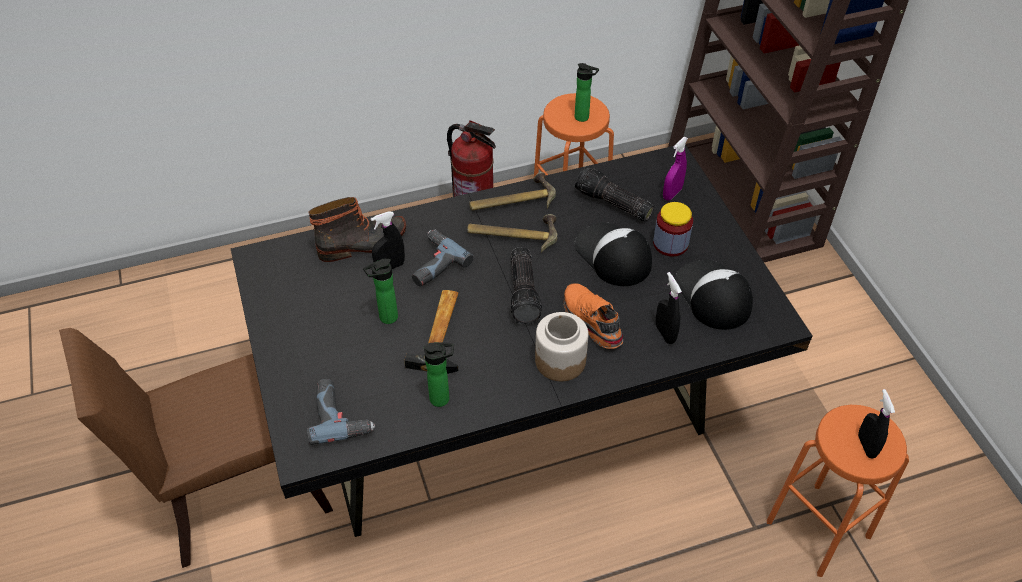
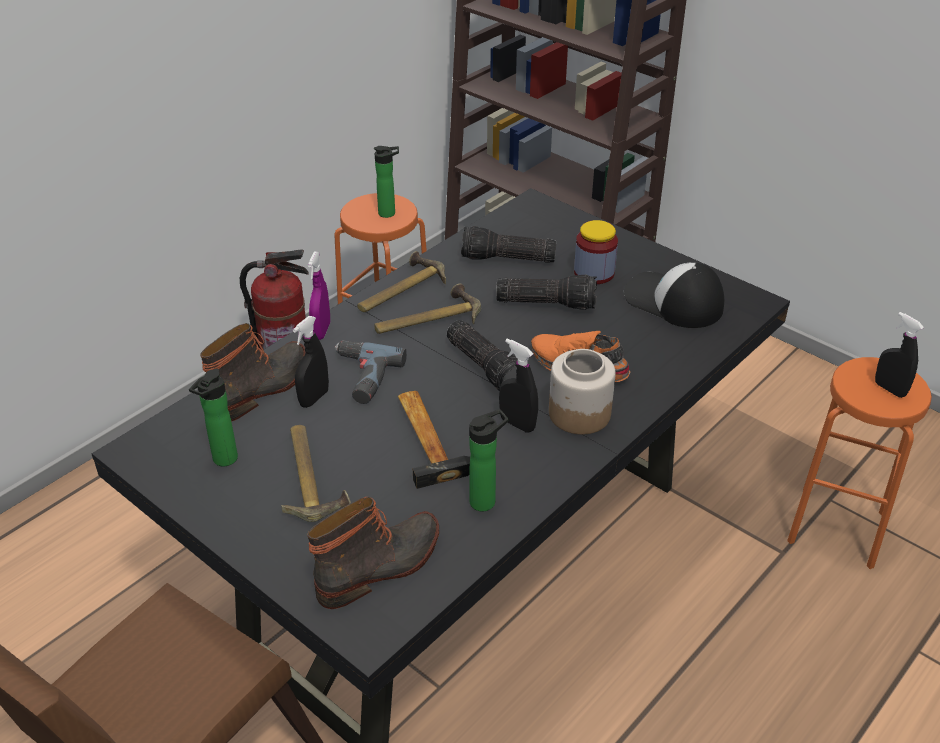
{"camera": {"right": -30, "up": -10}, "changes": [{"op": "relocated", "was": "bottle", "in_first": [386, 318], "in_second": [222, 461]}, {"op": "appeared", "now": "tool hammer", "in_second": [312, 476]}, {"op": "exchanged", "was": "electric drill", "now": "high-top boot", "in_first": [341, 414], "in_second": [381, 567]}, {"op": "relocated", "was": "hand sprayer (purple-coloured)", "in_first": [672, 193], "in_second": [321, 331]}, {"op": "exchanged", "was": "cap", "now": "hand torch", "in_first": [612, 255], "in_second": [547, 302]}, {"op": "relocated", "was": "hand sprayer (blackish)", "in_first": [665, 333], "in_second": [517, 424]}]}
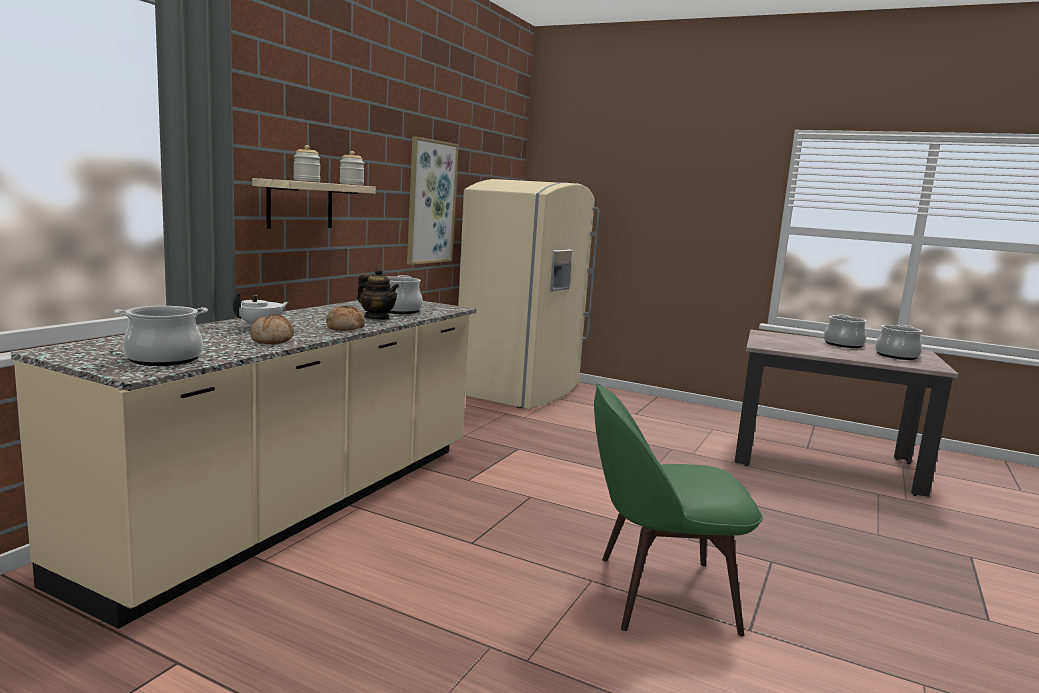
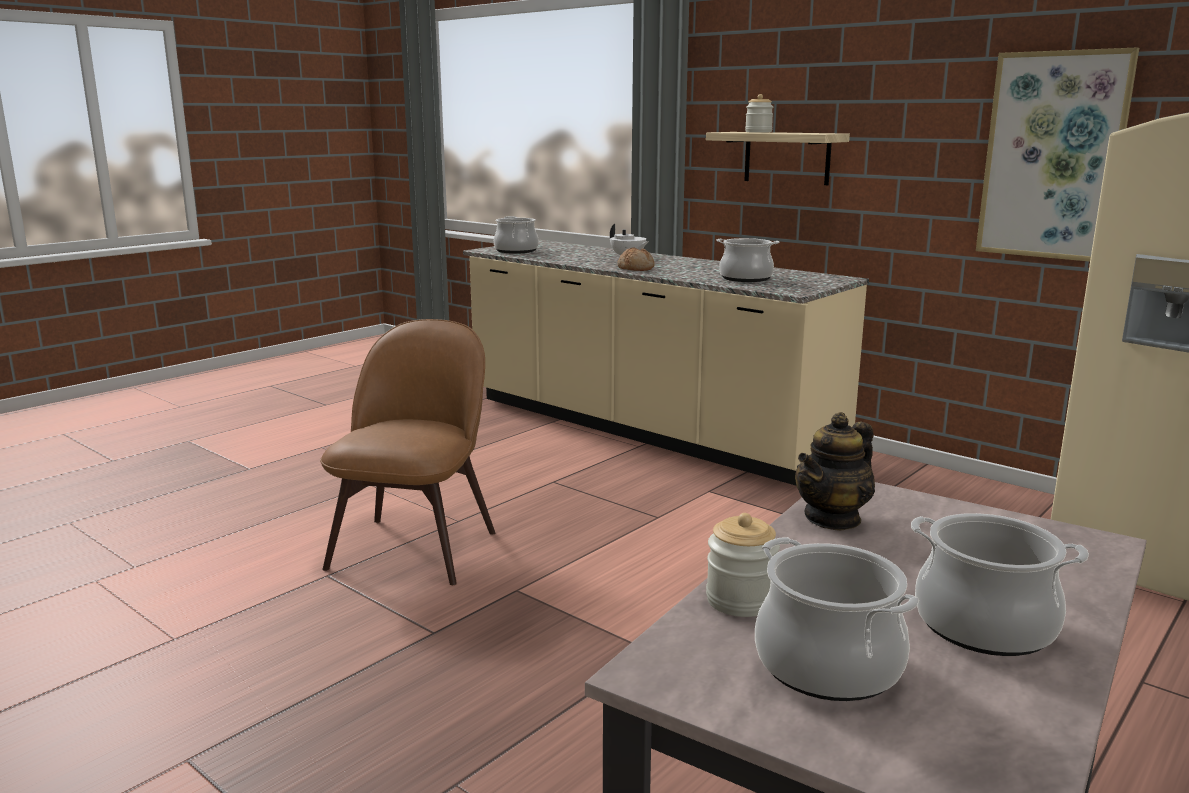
{"camera": {"right": 105, "up": 5}, "changes": [{"op": "colour", "was": "upright chair (green-coloured)", "now": "upright chair (brown)", "in_first": [659, 593], "in_second": [416, 546]}, {"op": "relocated", "was": "storage jar", "in_first": [351, 184], "in_second": [740, 600]}, {"op": "relocated", "was": "teapot", "in_first": [377, 318], "in_second": [833, 518]}, {"op": "missing", "was": "bakery bread", "in_first": [273, 340]}]}
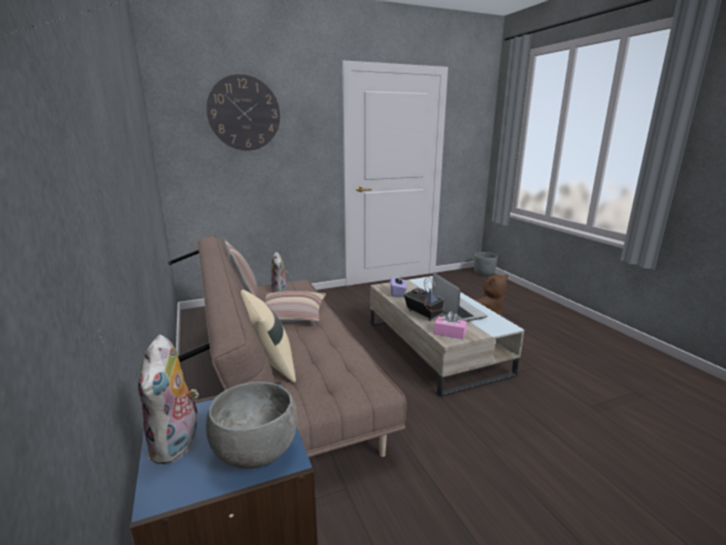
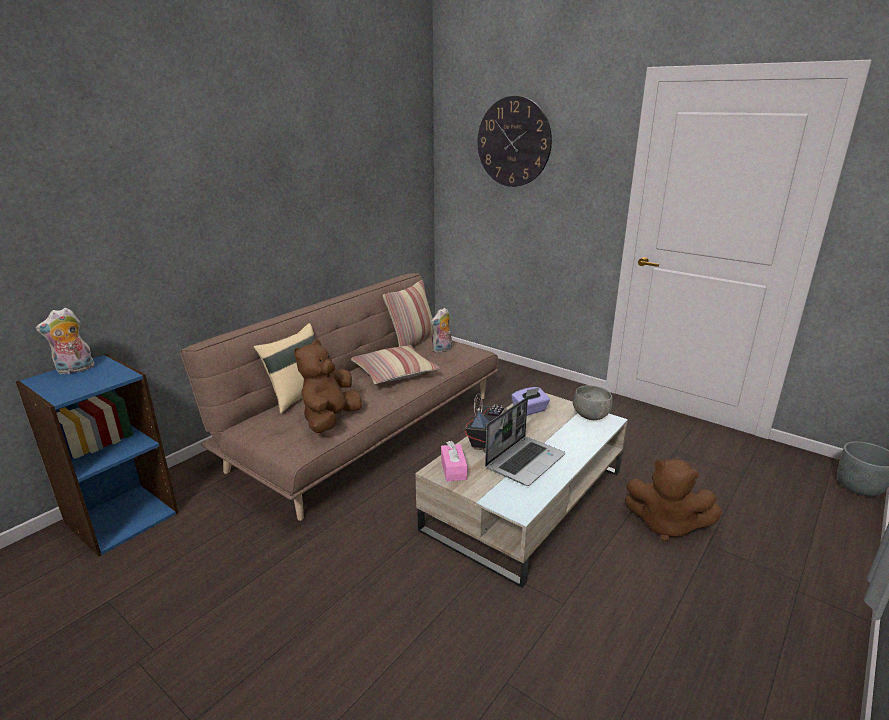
{"camera": {"right": 60, "up": 5}, "changes": [{"op": "appeared", "now": "plush toy (brown)", "in_second": [330, 420]}, {"op": "relocated", "was": "deep dish (greyish)", "in_first": [257, 453], "in_second": [591, 417]}]}
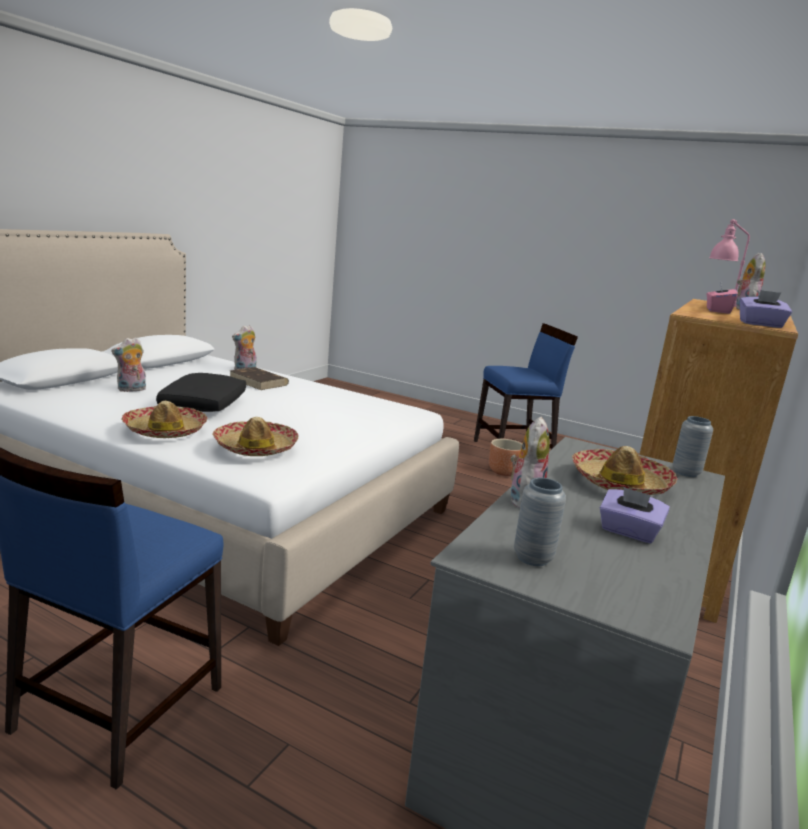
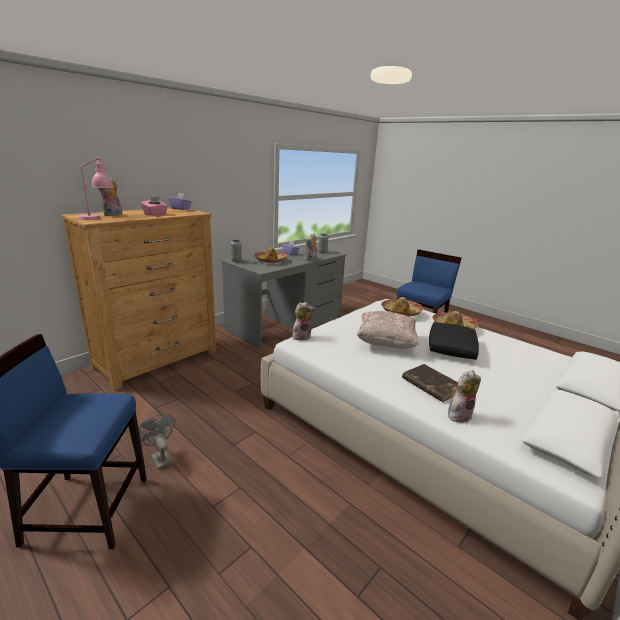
{"camera": {"right": -165, "up": 5}, "changes": [{"op": "exchanged", "was": "flower pot (brown)", "now": "fan (greyish)", "in_first": [503, 472], "in_second": [159, 458]}, {"op": "relocated", "was": "plush toy", "in_first": [131, 390], "in_second": [301, 336]}, {"op": "appeared", "now": "throw pillow (beige)", "in_second": [385, 343]}]}
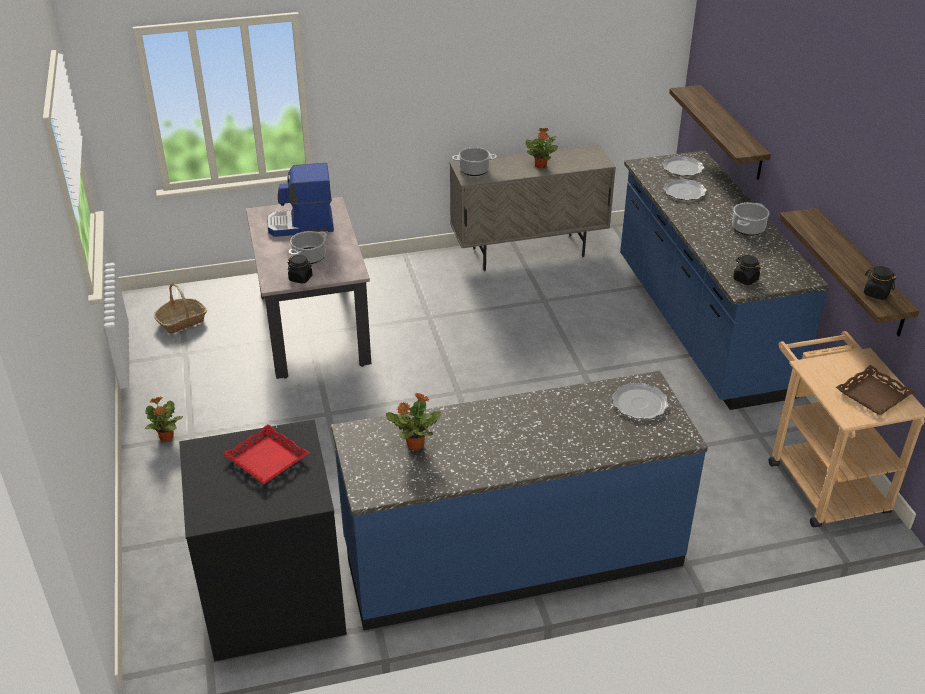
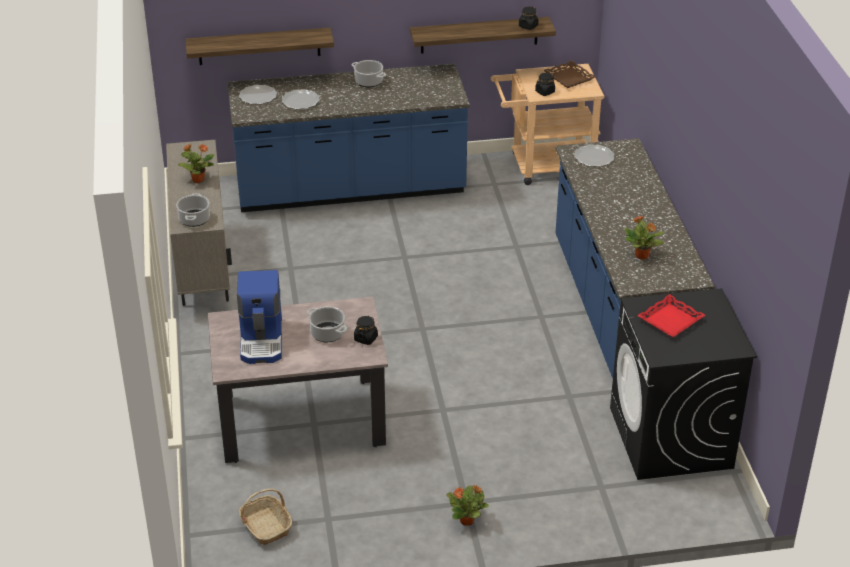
{"camera": {"right": -85, "up": 0}, "changes": [{"op": "relocated", "was": "storage jar (blackish)", "in_first": [745, 279], "in_second": [544, 92]}]}
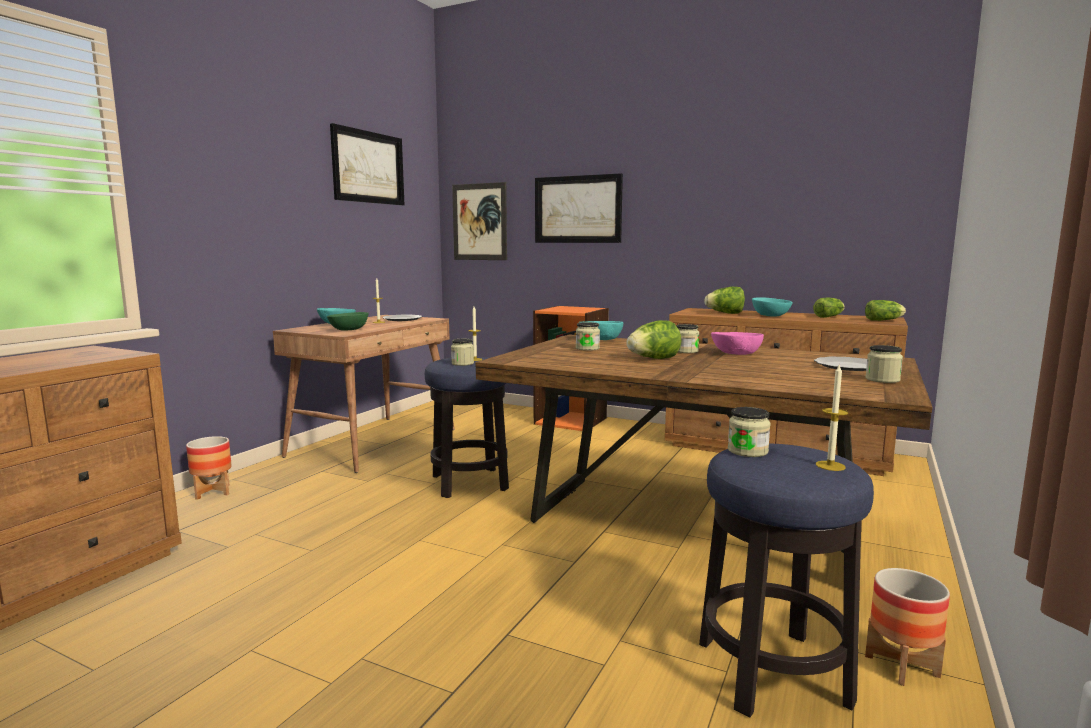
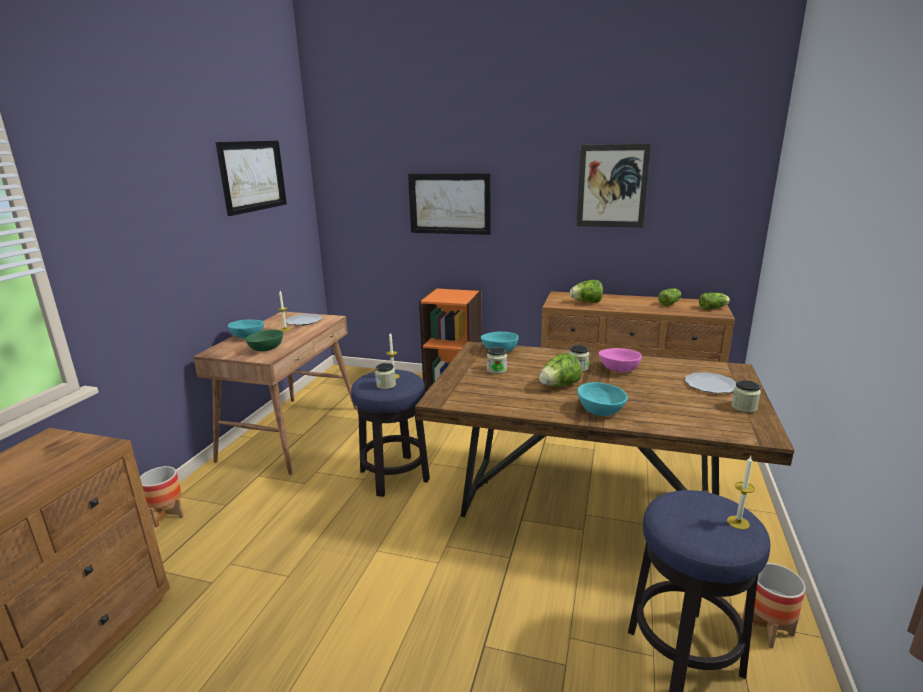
{"camera": {"right": -10, "up": 10}, "changes": [{"op": "relocated", "was": "wall picture", "in_first": [479, 222], "in_second": [612, 186]}, {"op": "relocated", "was": "deep dish (turquoise)", "in_first": [770, 315], "in_second": [600, 410]}, {"op": "missing", "was": "storage jar", "in_first": [747, 451]}]}
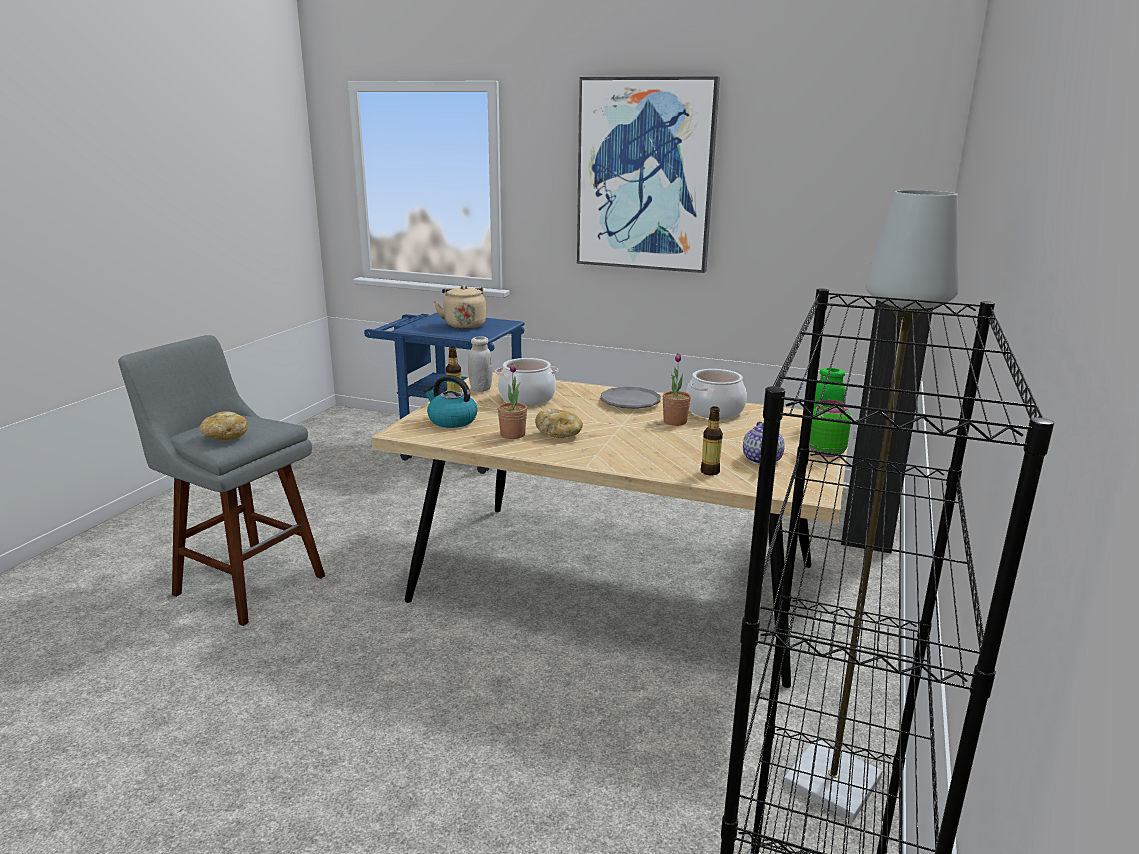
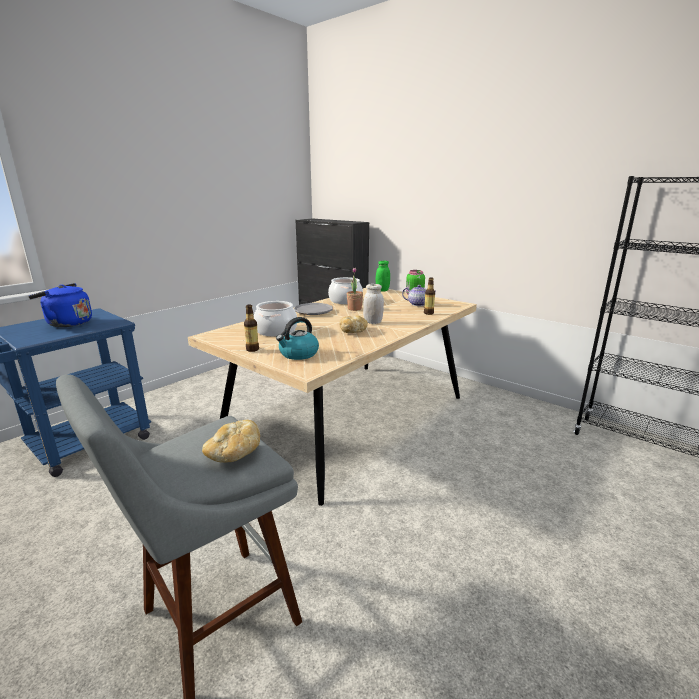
{"camera": {"right": -70, "up": 0}, "changes": [{"op": "colour", "was": "water kettle (beige)", "now": "water kettle (blue)", "in_first": [464, 325], "in_second": [67, 323]}, {"op": "relocated", "was": "storage jar (white)", "in_first": [480, 389], "in_second": [373, 322]}, {"op": "missing", "was": "plant in a pot", "in_first": [512, 434]}, {"op": "missing", "was": "wall picture", "in_first": [645, 175]}, {"op": "missing", "was": "standard lamp (greyish)", "in_first": [833, 783]}]}
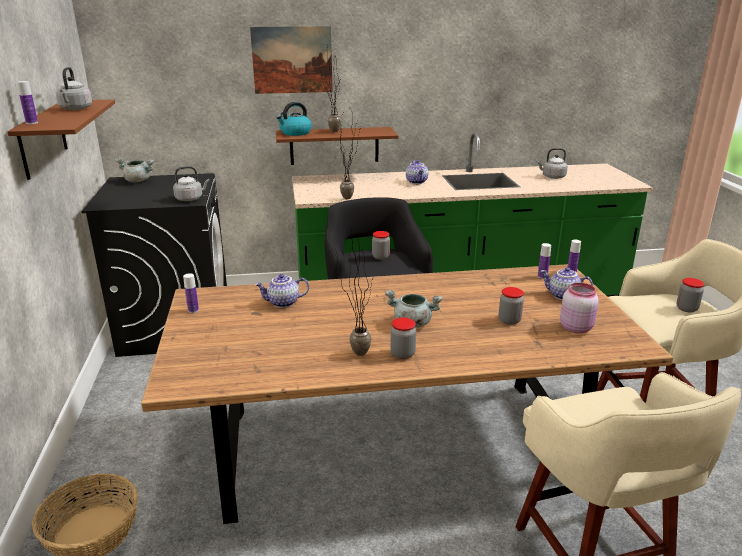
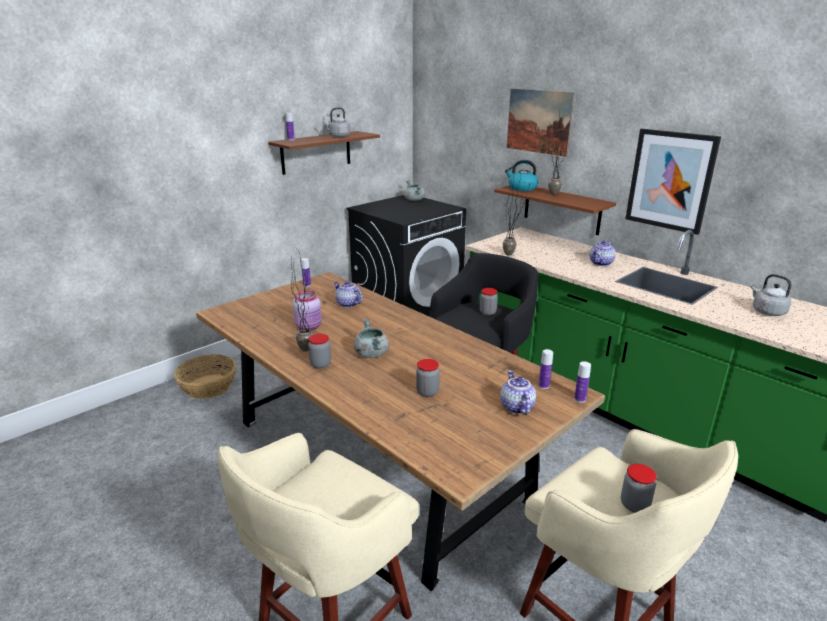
{"camera": {"right": 55, "up": 0}, "changes": [{"op": "relocated", "was": "storage jar (pinkish)", "in_first": [576, 327], "in_second": [309, 327]}, {"op": "appeared", "now": "wall picture", "in_second": [670, 180]}, {"op": "missing", "was": "water kettle (greyish)", "in_first": [190, 199]}]}
